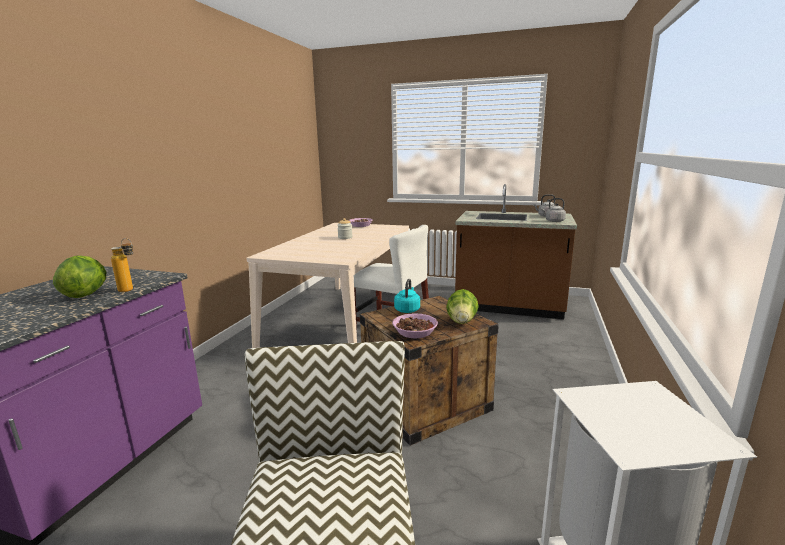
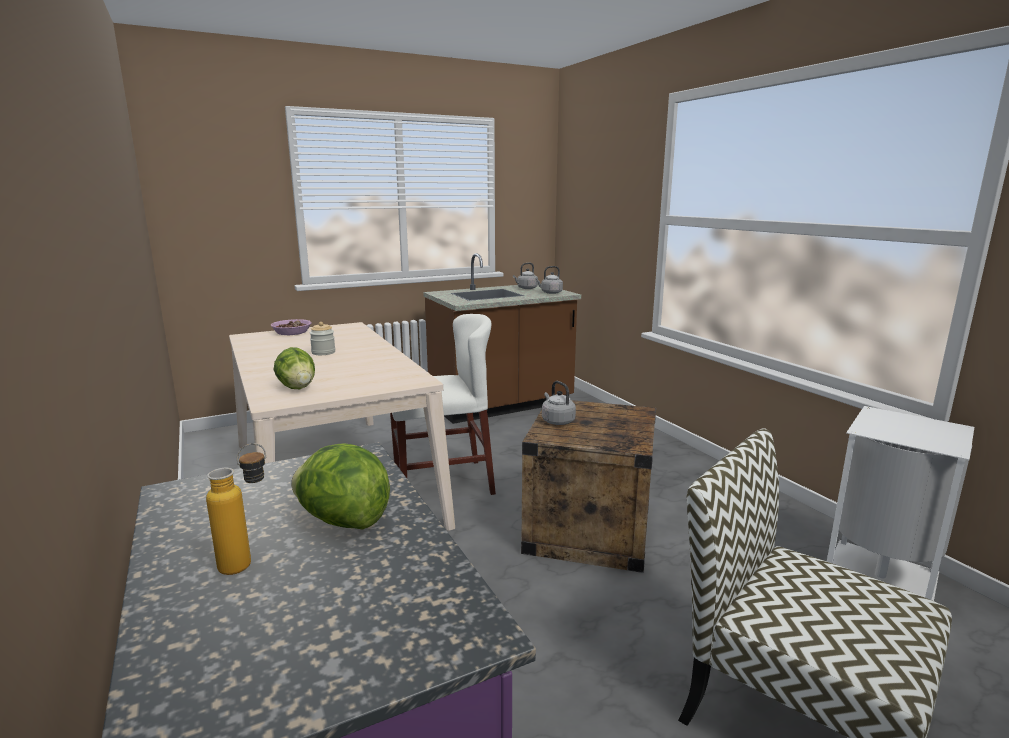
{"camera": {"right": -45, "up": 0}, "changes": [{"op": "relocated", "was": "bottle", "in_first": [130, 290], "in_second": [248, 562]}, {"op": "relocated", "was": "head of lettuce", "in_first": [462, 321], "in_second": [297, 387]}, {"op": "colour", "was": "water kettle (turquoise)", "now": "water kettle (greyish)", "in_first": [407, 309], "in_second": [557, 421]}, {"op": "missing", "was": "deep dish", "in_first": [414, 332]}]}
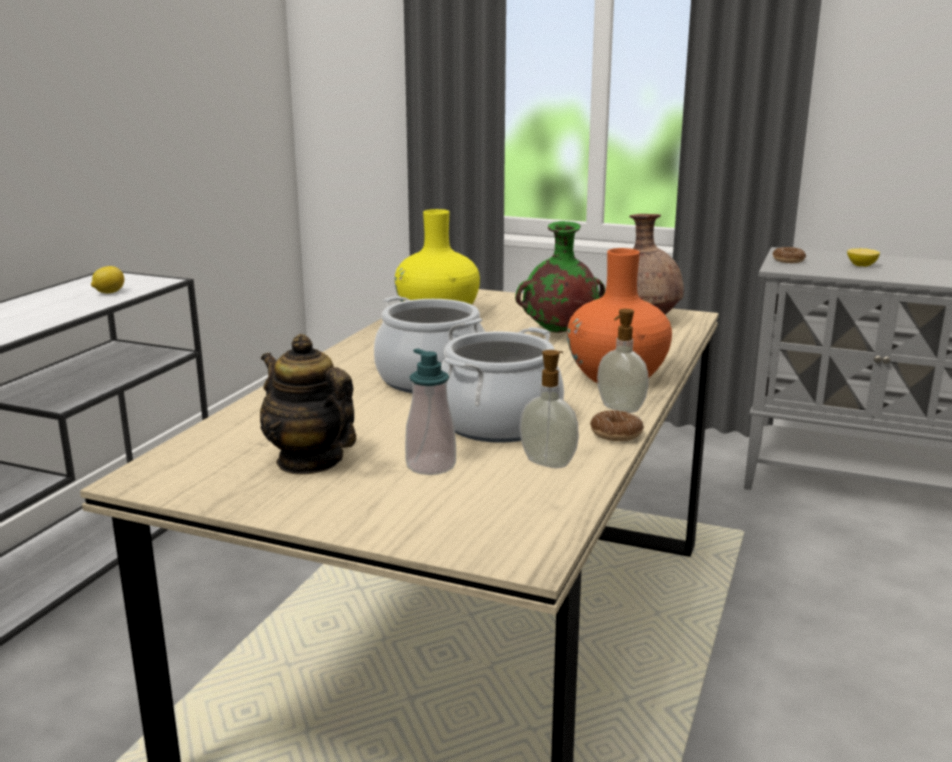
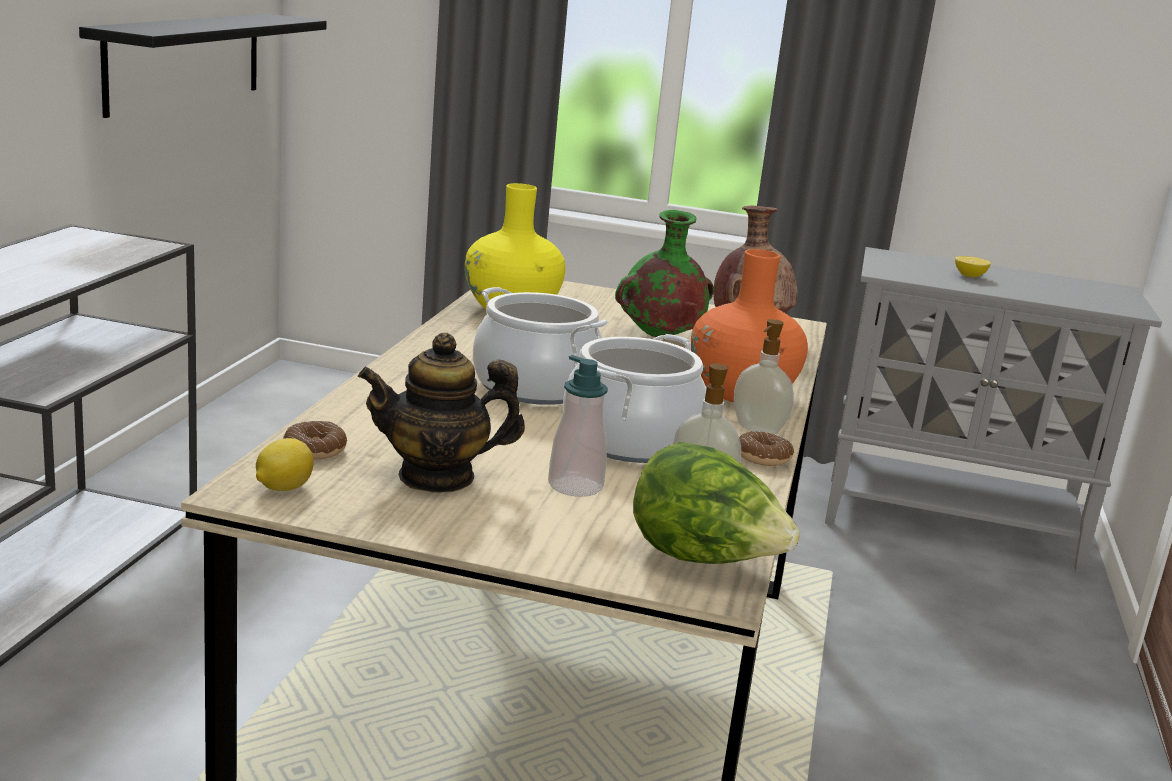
{"camera": {"right": -10, "up": 0}, "changes": [{"op": "appeared", "now": "bracket shelf (blackish)", "in_second": [185, 61]}, {"op": "relocated", "was": "lemon", "in_first": [109, 292], "in_second": [282, 488]}, {"op": "relocated", "was": "donut", "in_first": [788, 260], "in_second": [314, 450]}, {"op": "spun", "was": "teapot", "in_first": [309, 461], "in_second": [437, 477], "clockwise": -45}, {"op": "appeared", "now": "head of lettuce", "in_second": [704, 560]}]}
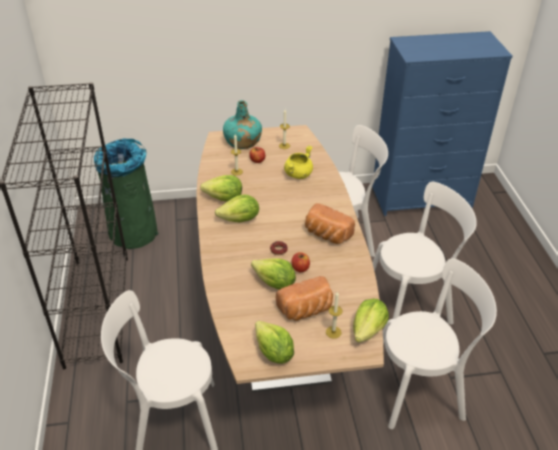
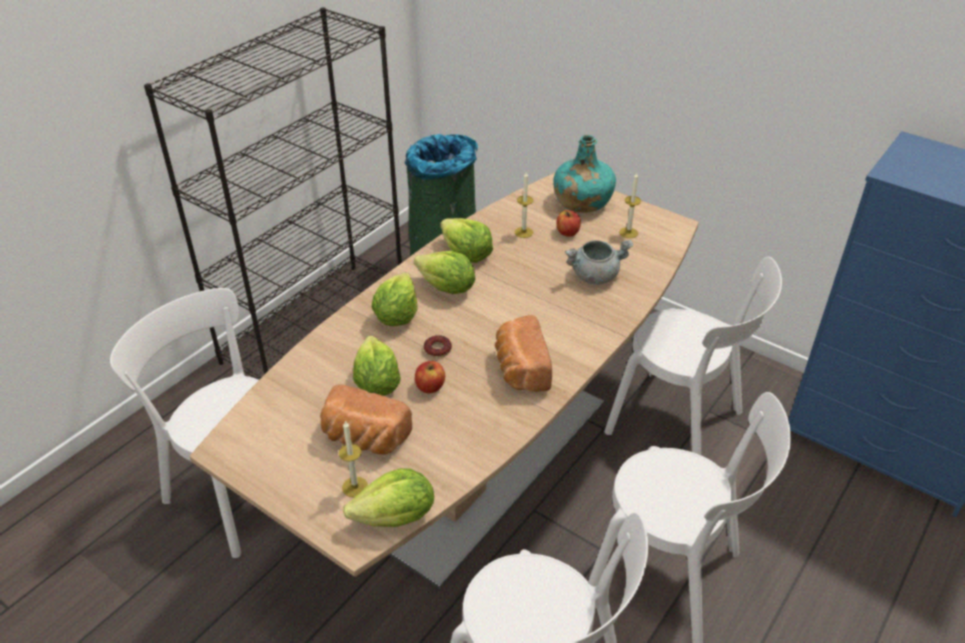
{"camera": {"right": 45, "up": 0}, "changes": [{"op": "relocated", "was": "head of lettuce", "in_first": [273, 353], "in_second": [397, 316]}, {"op": "colour", "was": "saucepot (yellowish)", "now": "saucepot (greyish)", "in_first": [298, 174], "in_second": [595, 276]}]}
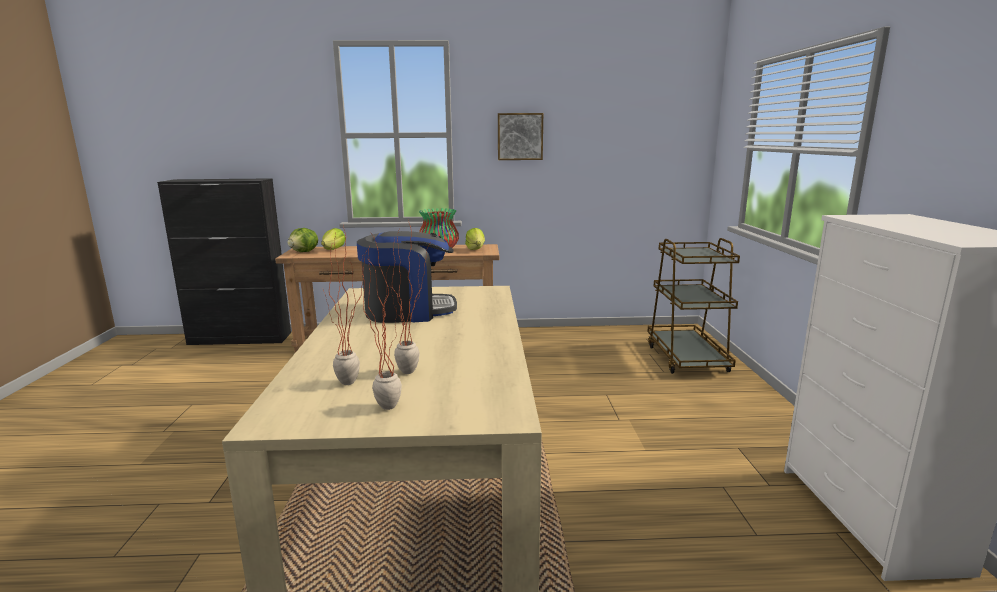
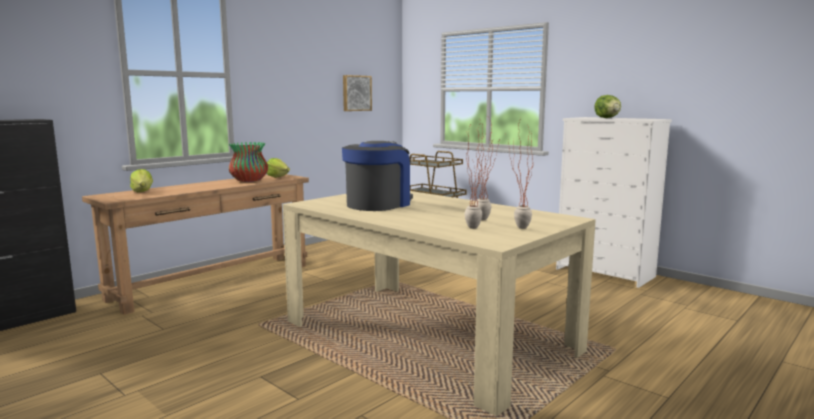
{"camera": {"right": -45, "up": -5}, "changes": [{"op": "relocated", "was": "wall picture", "in_first": [520, 136], "in_second": [356, 93]}, {"op": "relocated", "was": "head of lettuce", "in_first": [304, 252], "in_second": [607, 118]}]}
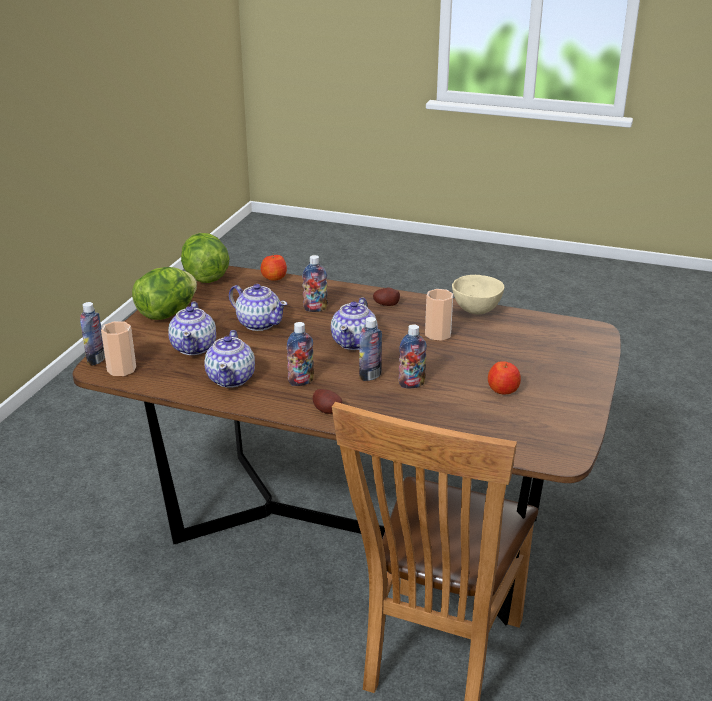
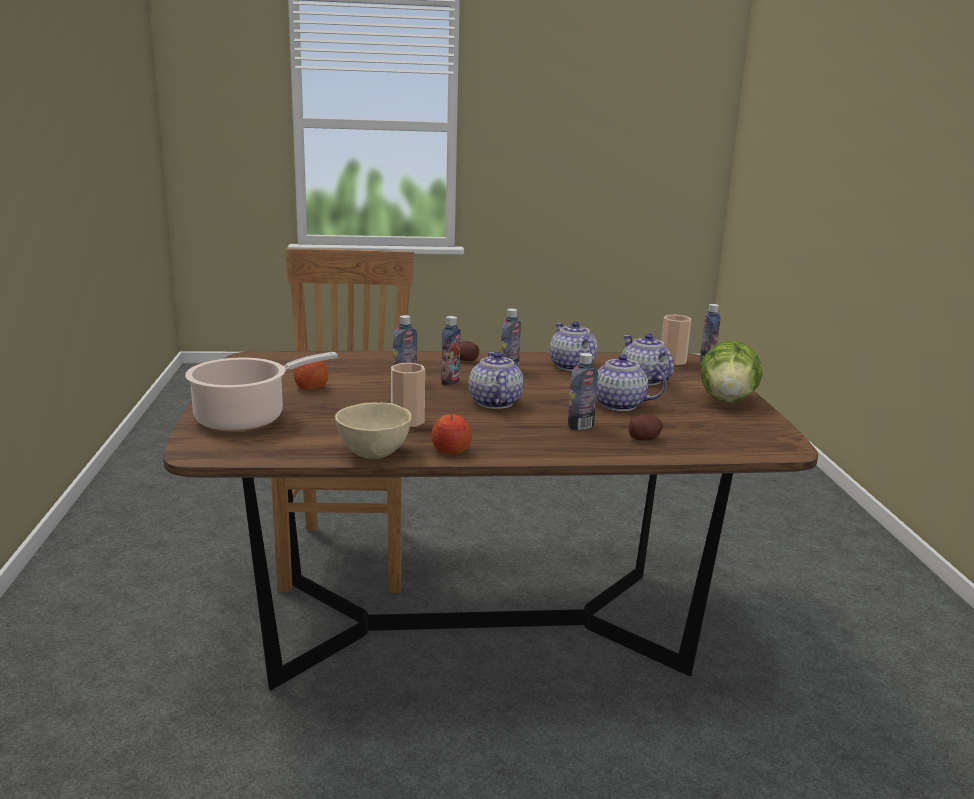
{"camera": {"right": 155, "up": -10}, "changes": [{"op": "appeared", "now": "saucepot", "in_second": [246, 418]}, {"op": "relocated", "was": "apple fruit", "in_first": [274, 277], "in_second": [451, 451]}, {"op": "relocated", "was": "whole potato", "in_first": [386, 304], "in_second": [644, 438]}, {"op": "missing", "was": "head of lettuce", "in_first": [205, 277]}]}
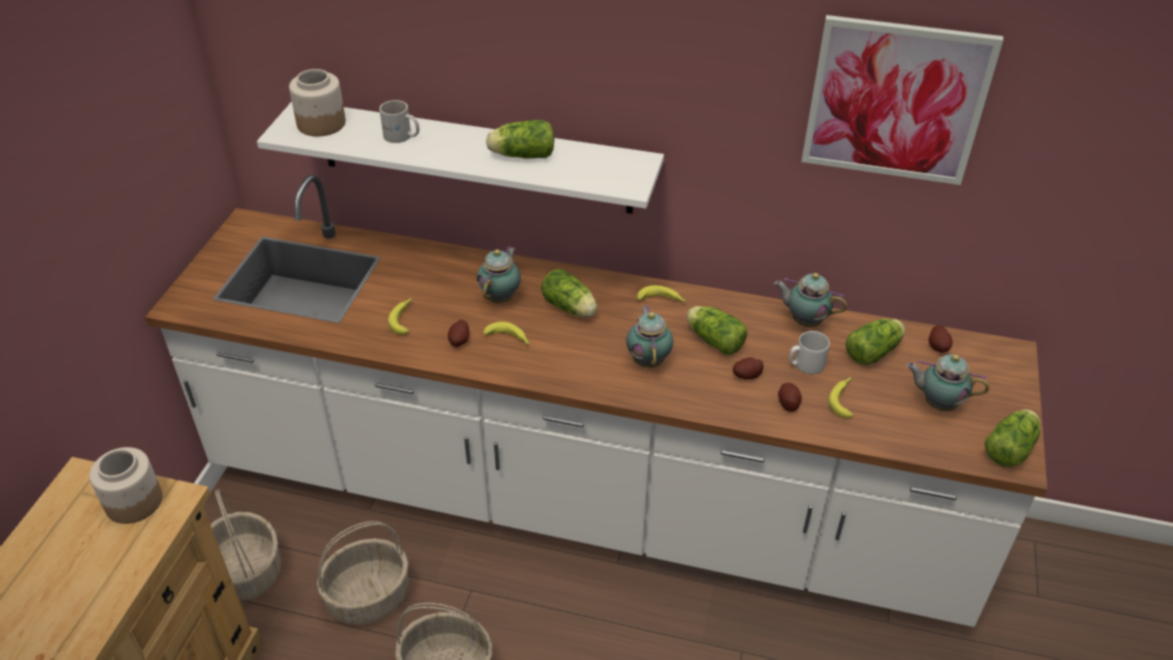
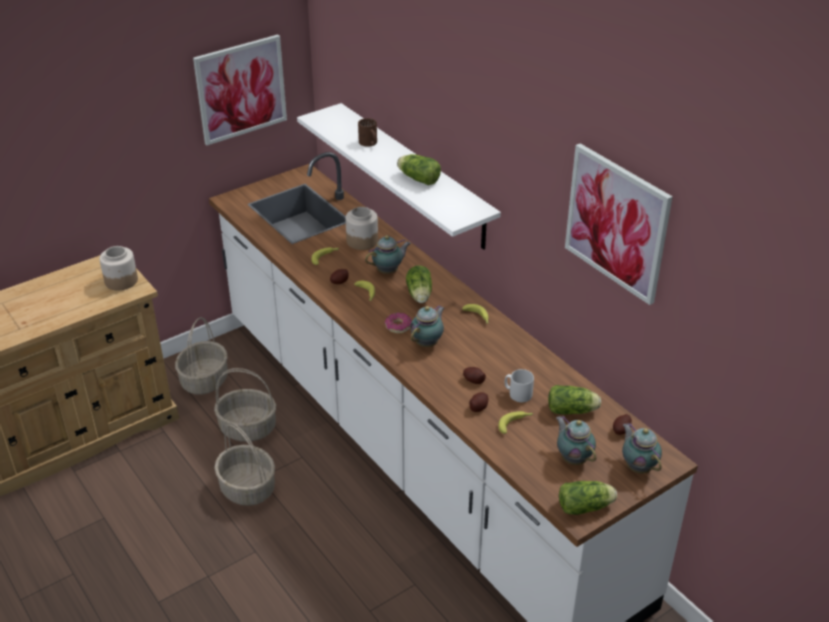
{"camera": {"right": 40, "up": -5}, "changes": [{"op": "appeared", "now": "wall picture", "in_second": [240, 89]}, {"op": "relocated", "was": "storage jar", "in_first": [320, 123], "in_second": [362, 241]}, {"op": "colour", "was": "coffee mug (white)", "now": "coffee mug (brown)", "in_first": [401, 137], "in_second": [368, 143]}, {"op": "appeared", "now": "donut", "in_second": [398, 327]}, {"op": "relocated", "was": "teapot", "in_first": [804, 321], "in_second": [638, 466]}, {"op": "missing", "was": "head of lettuce", "in_first": [713, 340]}]}
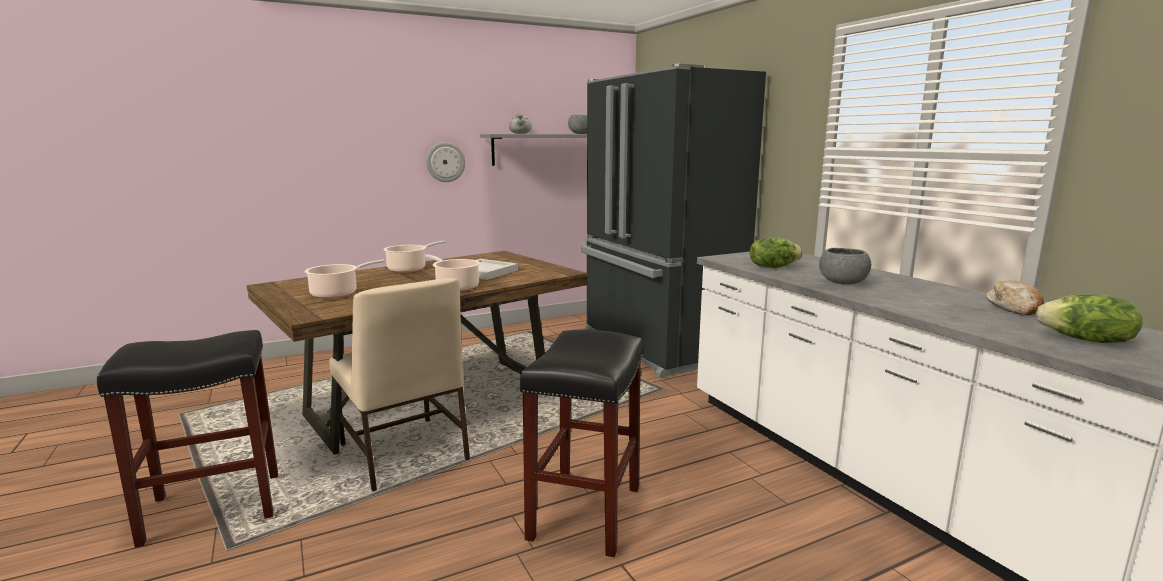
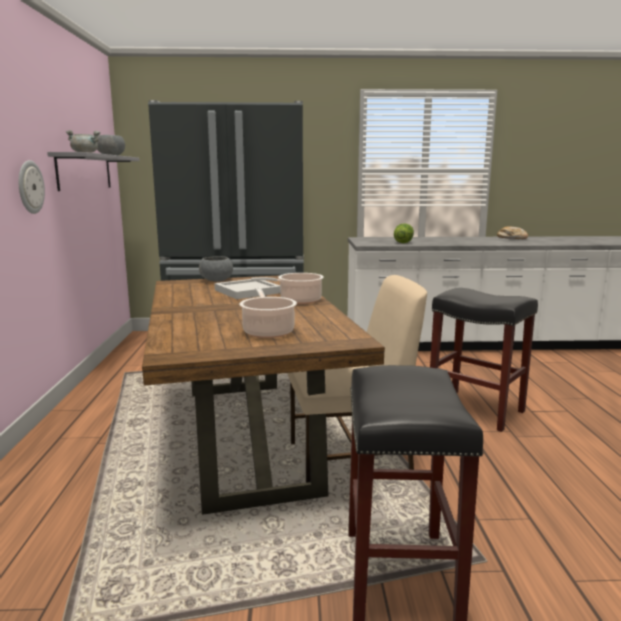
{"camera": {"right": -65, "up": 0}, "changes": [{"op": "relocated", "was": "deep dish (greyish)", "in_first": [842, 283], "in_second": [216, 280]}, {"op": "missing", "was": "saucepot", "in_first": [409, 269]}, {"op": "missing", "was": "head of lettuce", "in_first": [1086, 340]}]}
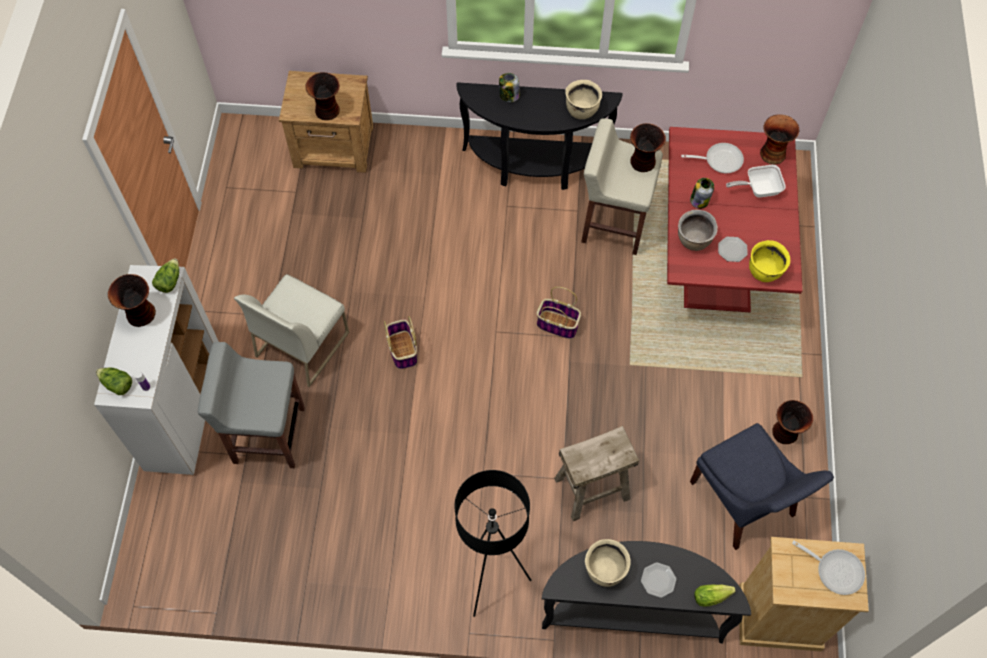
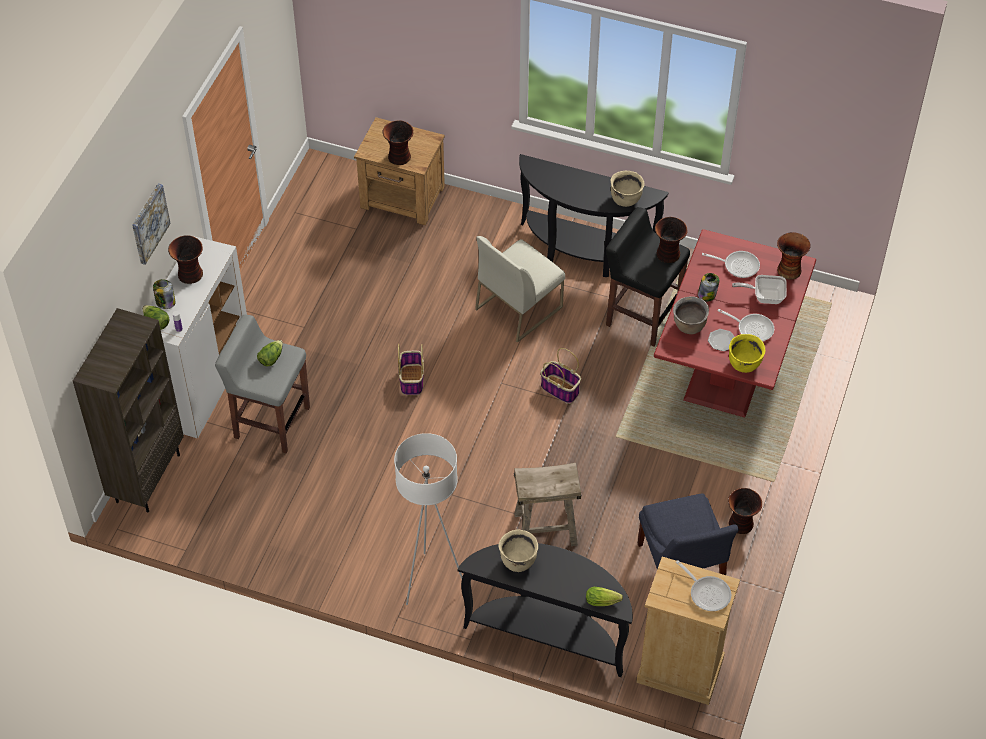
{"camera": {"right": 15, "up": -10}, "changes": [{"op": "appeared", "now": "bookcase (brown)", "in_second": [147, 477]}, {"op": "appeared", "now": "wall picture", "in_second": [149, 223]}, {"op": "relocated", "was": "storage jar", "in_first": [508, 95], "in_second": [165, 302]}, {"op": "relocated", "was": "head of lettuce", "in_first": [169, 281], "in_second": [271, 358]}, {"op": "colour", "was": "standard lamp (blackish)", "now": "standard lamp (white)", "in_first": [492, 582], "in_second": [431, 582]}, {"op": "relocated", "was": "upright chair (white)", "in_first": [302, 343], "in_second": [519, 307]}, {"op": "colour", "was": "stool seat (beige)", "now": "stool seat (blackish)", "in_first": [614, 224], "in_second": [642, 316]}, {"op": "appeared", "now": "skillet", "in_second": [752, 328]}, {"op": "missing", "was": "flat dish", "in_first": [658, 580]}]}
